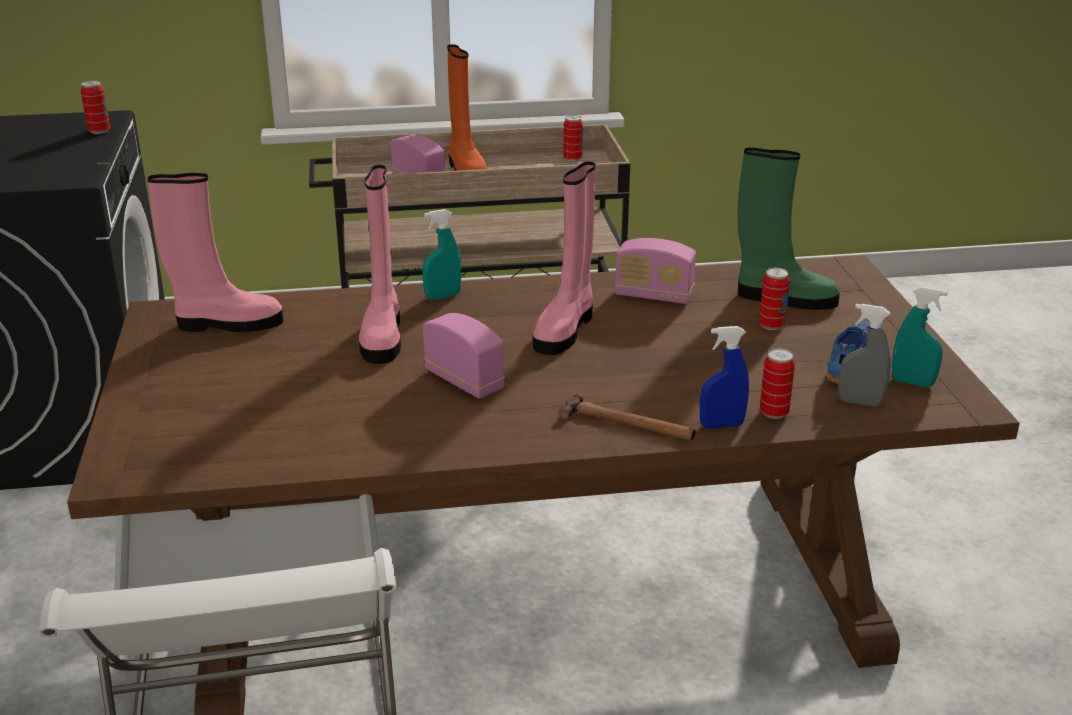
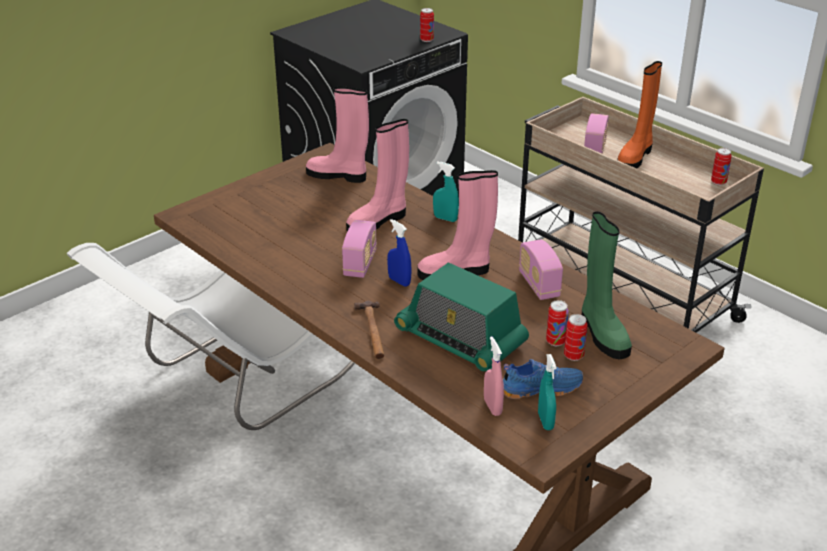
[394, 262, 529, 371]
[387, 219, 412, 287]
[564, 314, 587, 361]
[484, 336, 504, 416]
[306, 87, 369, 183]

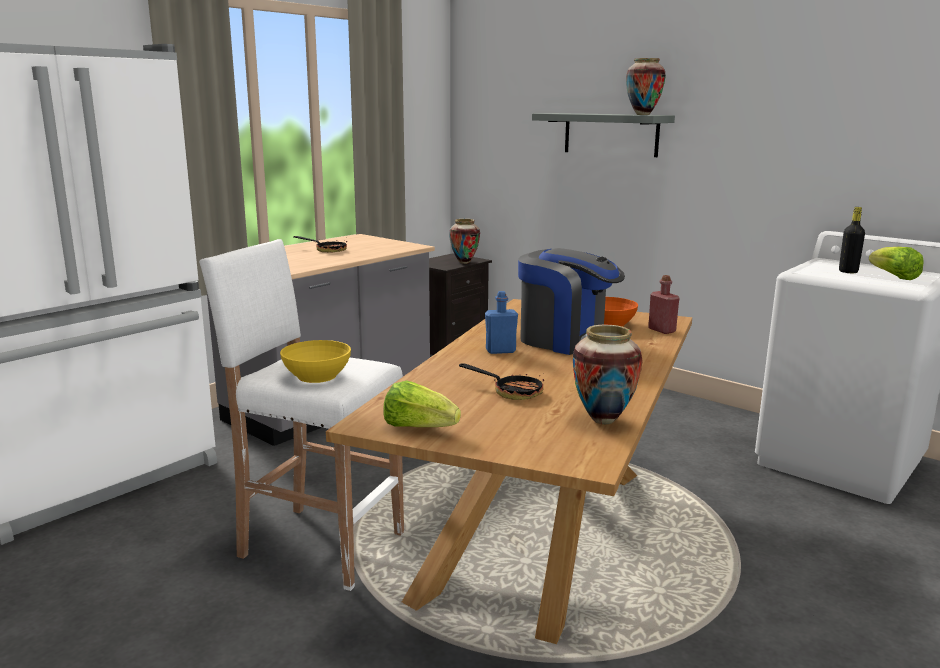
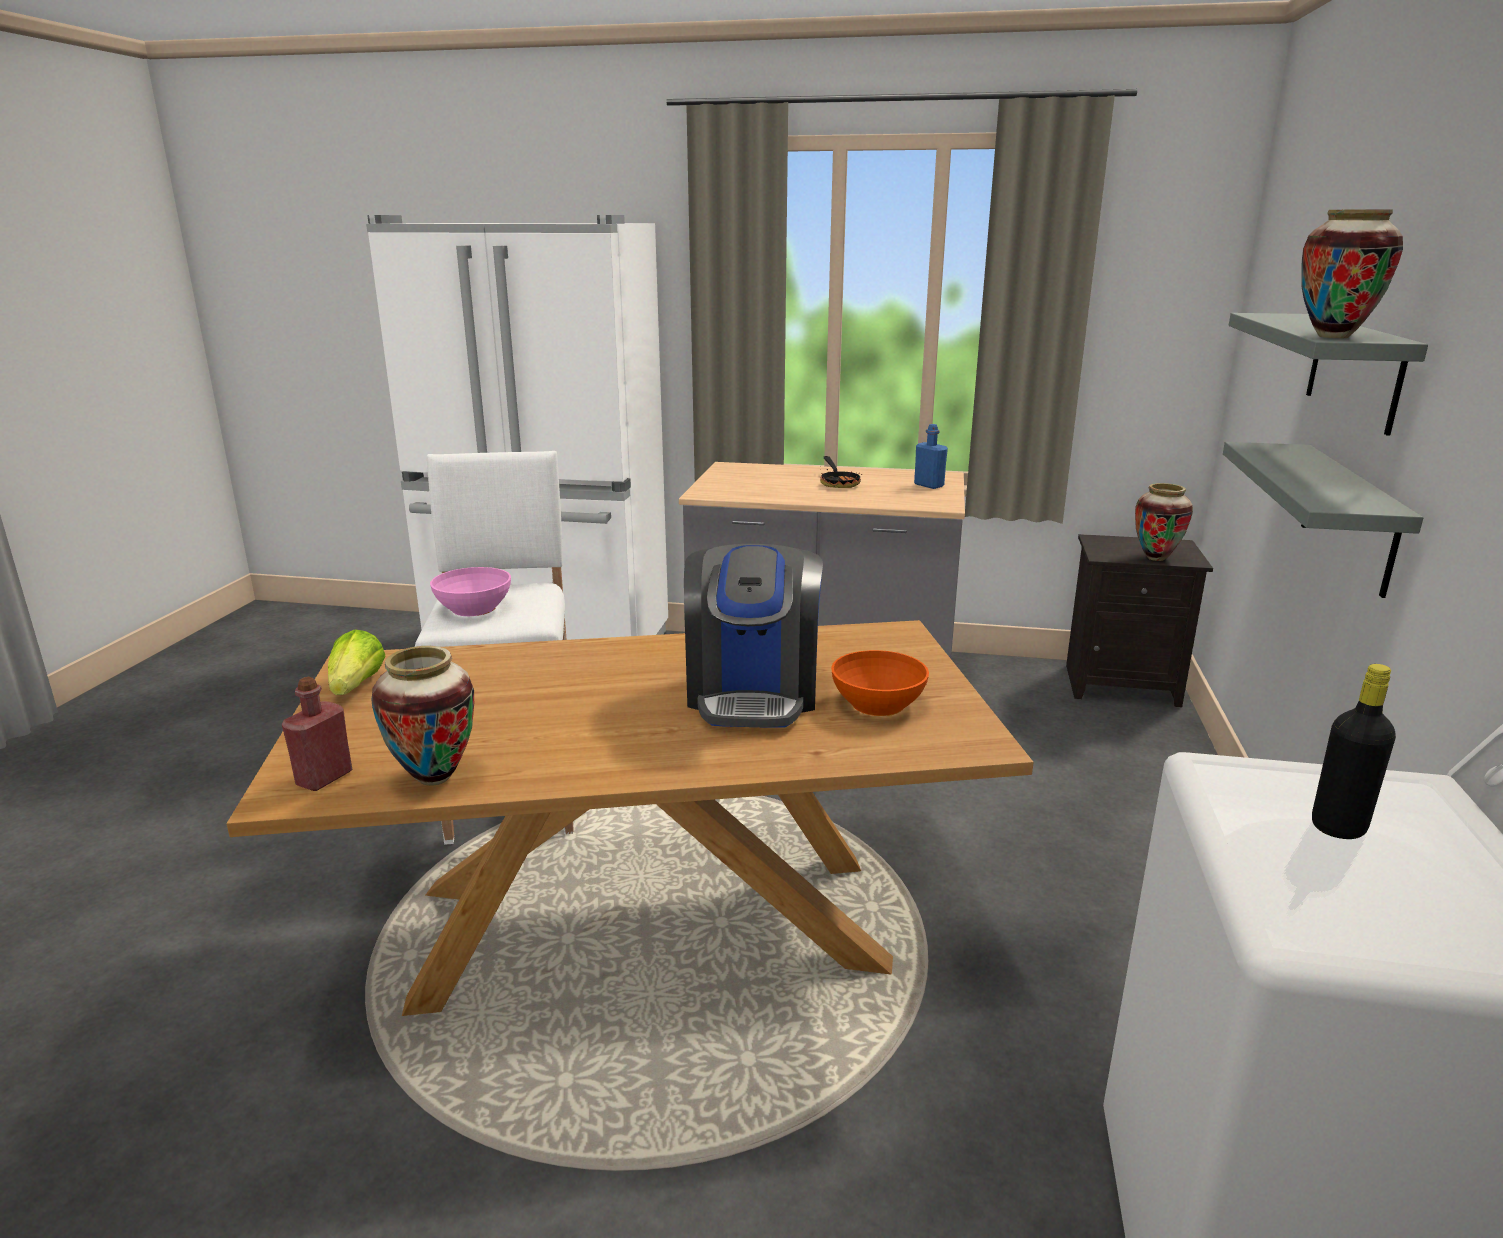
[459, 363, 544, 400] (first image)
[869, 247, 924, 280] (first image)
[1223, 442, 1423, 598]
[914, 424, 948, 489]
[282, 677, 352, 791]
[430, 567, 511, 616]

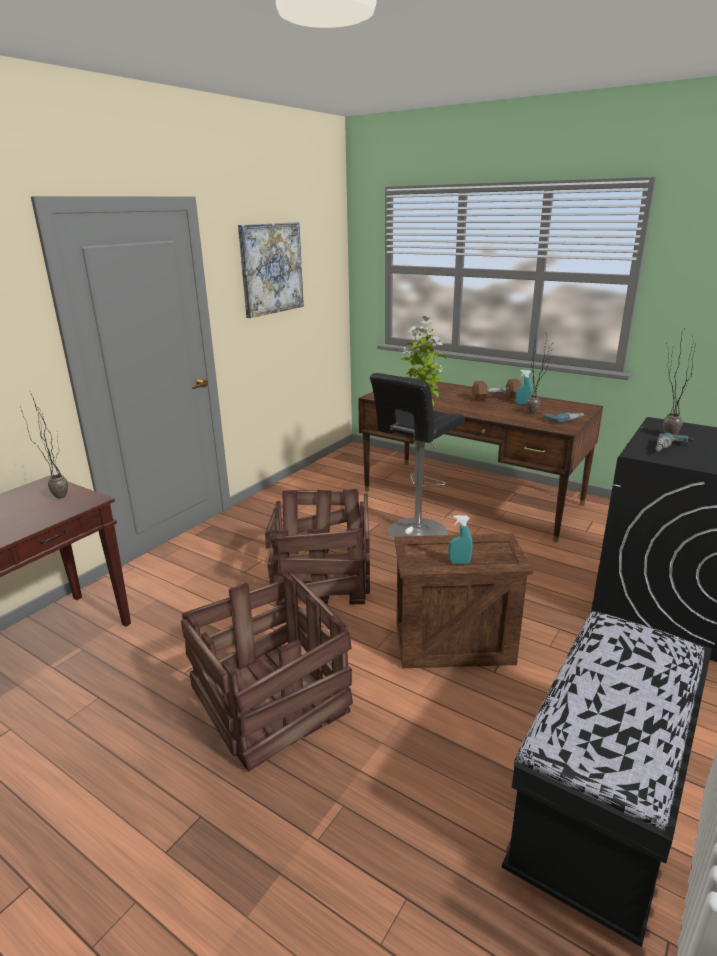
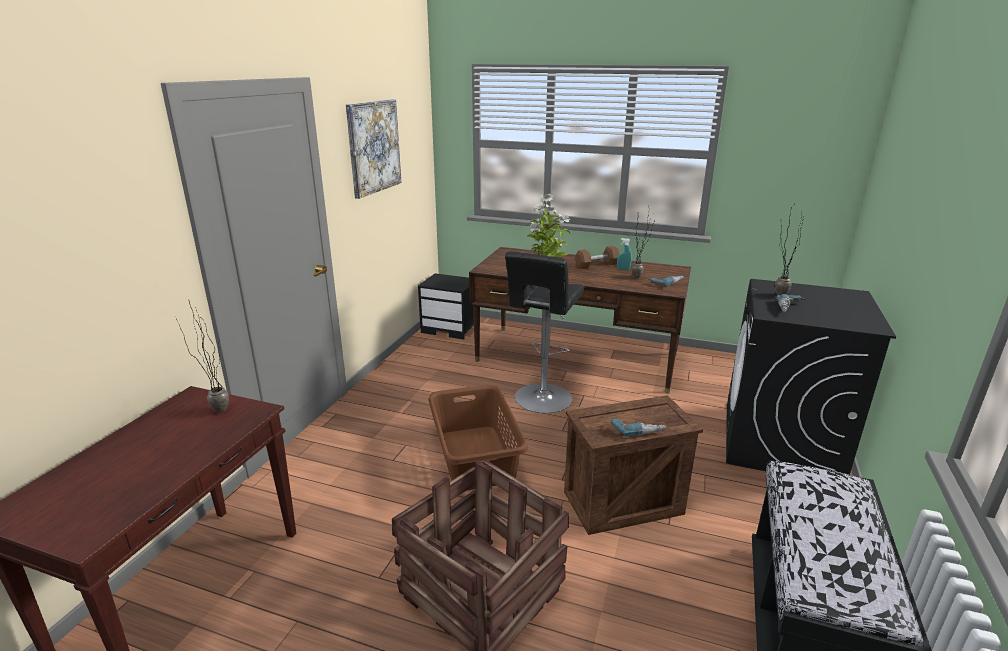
[418, 273, 474, 340]
[429, 385, 528, 491]
[611, 417, 667, 437]

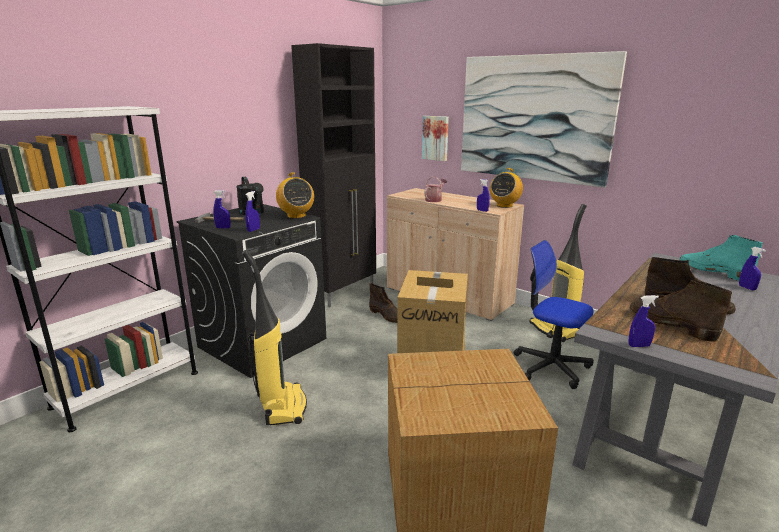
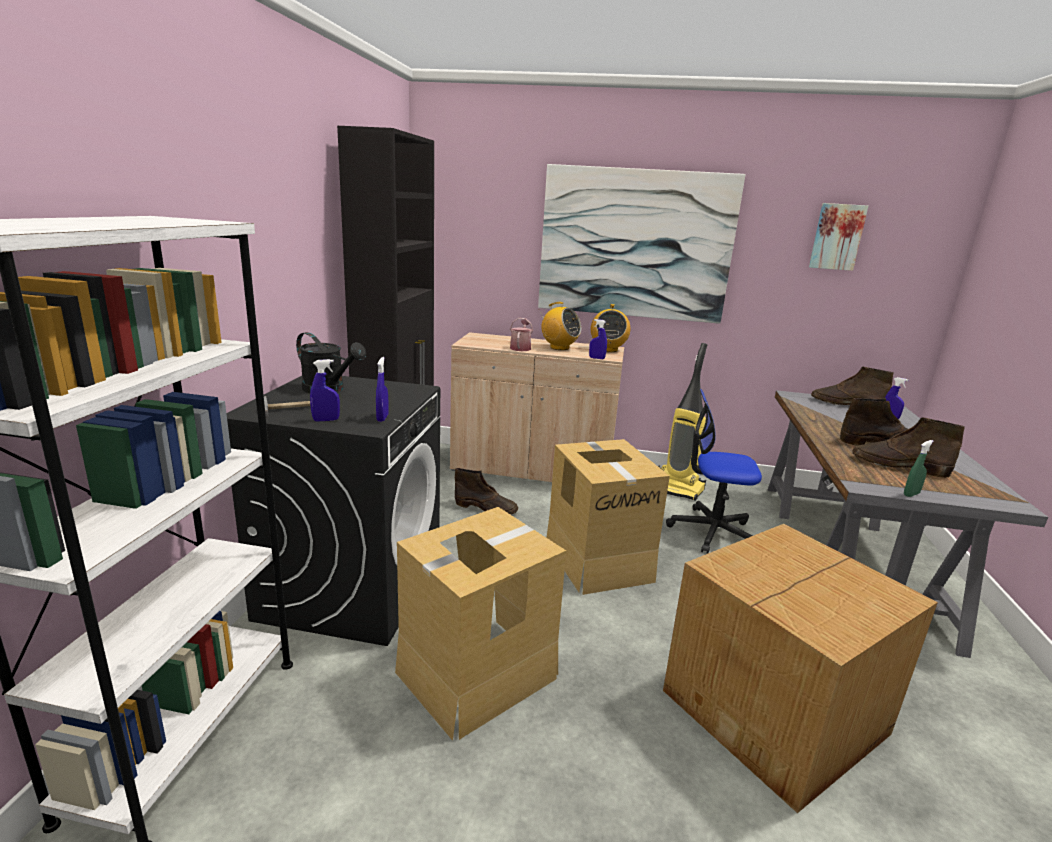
[540, 302, 581, 350]
[809, 203, 868, 271]
[395, 507, 566, 741]
[904, 440, 934, 497]
[811, 367, 894, 405]

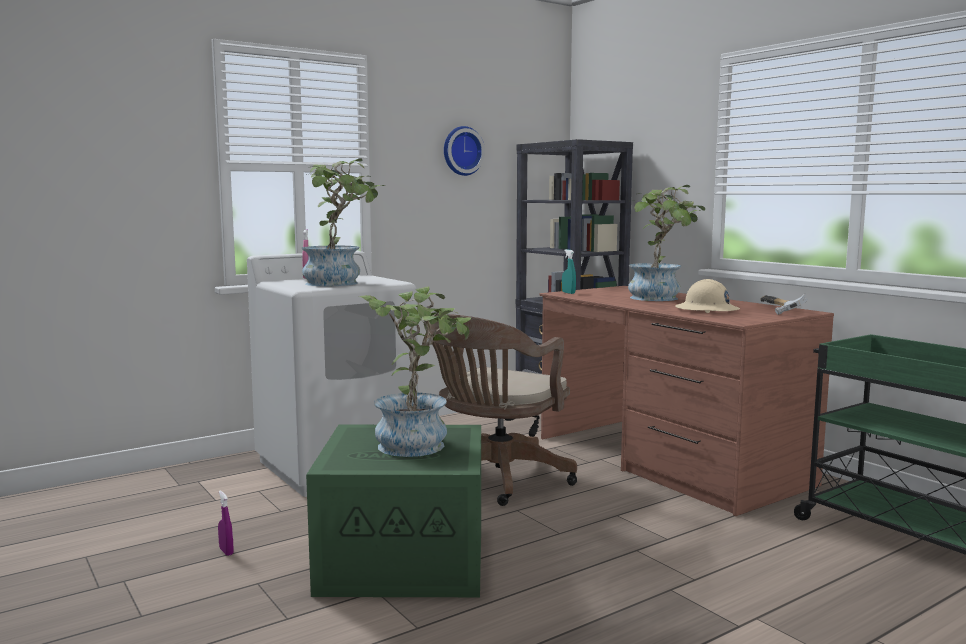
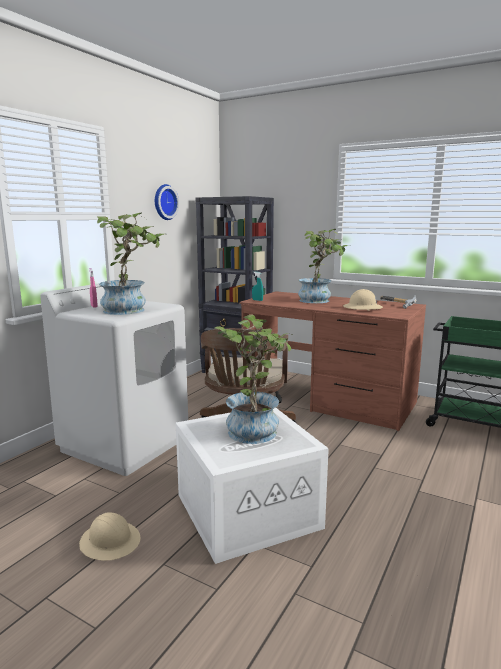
[79, 513, 140, 561]
[176, 408, 329, 564]

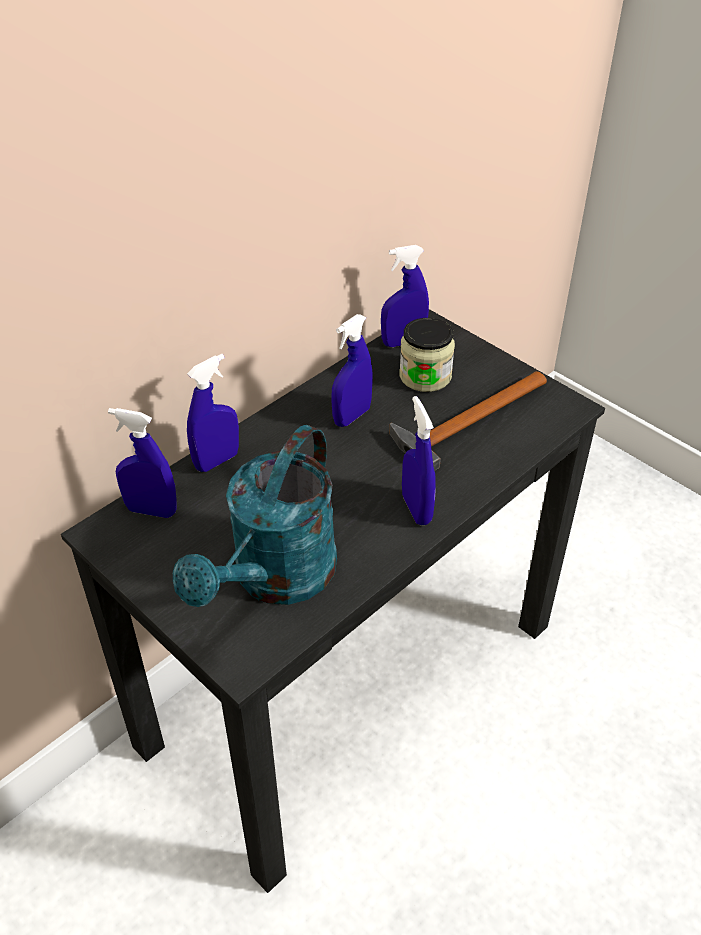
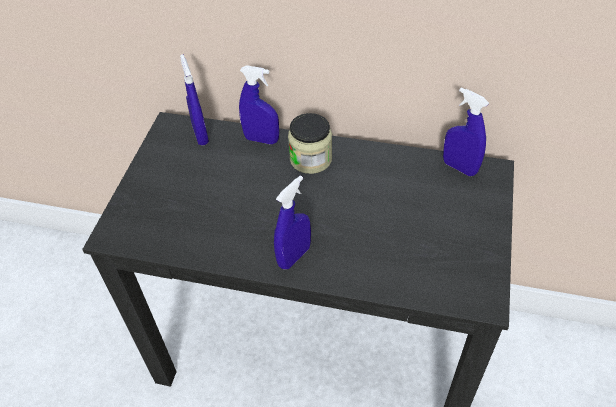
[173, 425, 337, 607] (first image)
[331, 314, 373, 427] (first image)
[390, 371, 547, 471] (first image)
[288, 113, 332, 174]

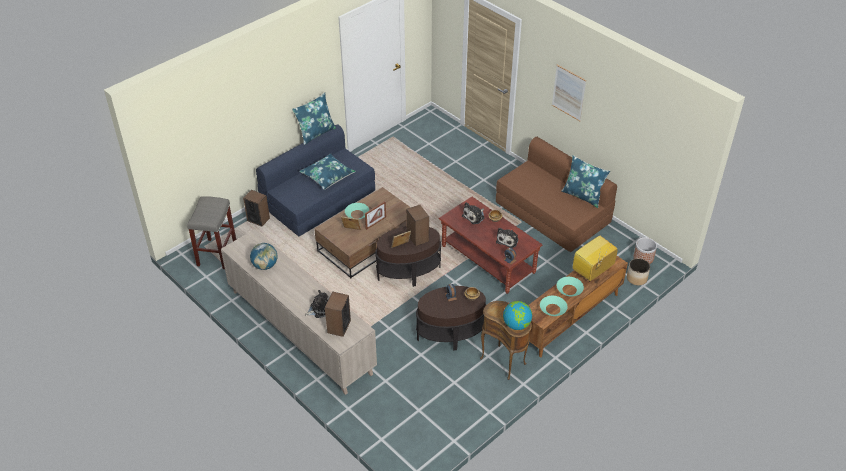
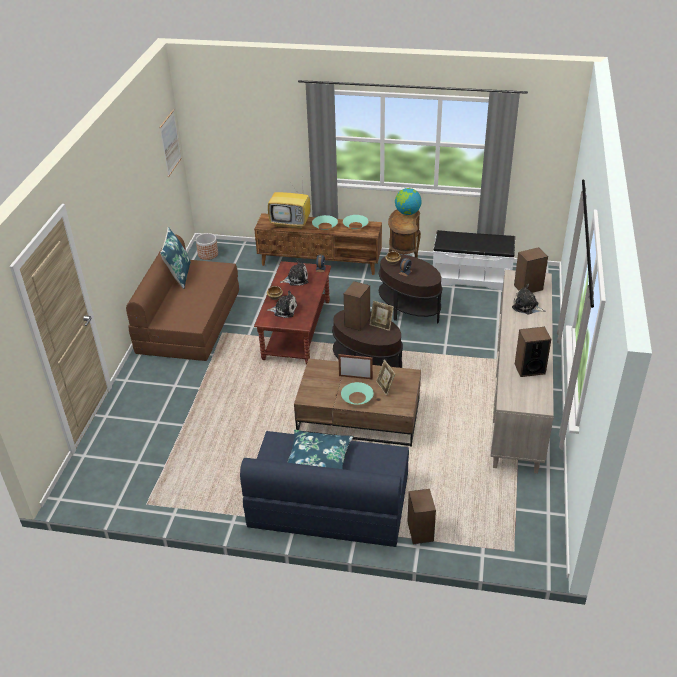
[187, 196, 236, 269] (first image)
[292, 92, 336, 145] (first image)
[627, 258, 650, 285] (first image)
[433, 230, 515, 290]
[159, 109, 182, 177]
[515, 327, 551, 377]

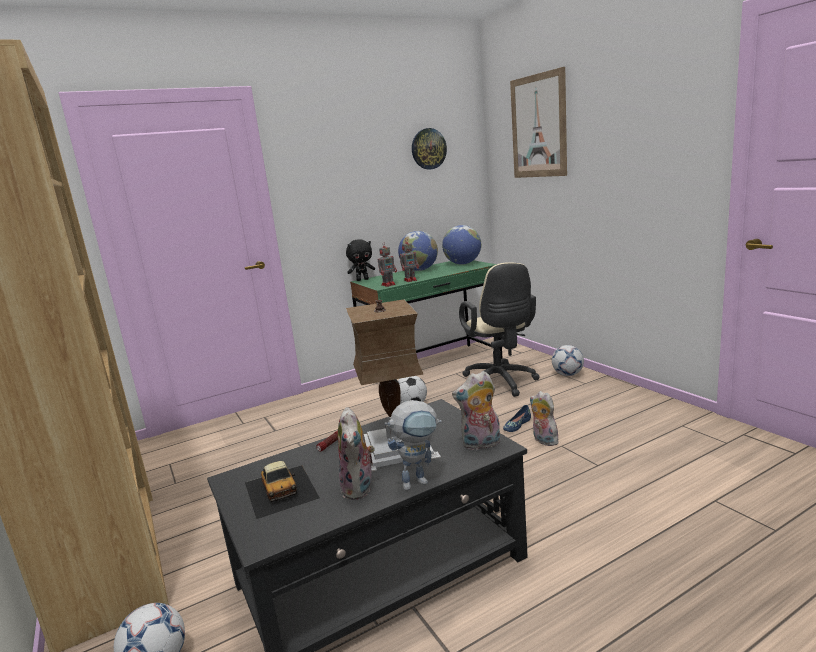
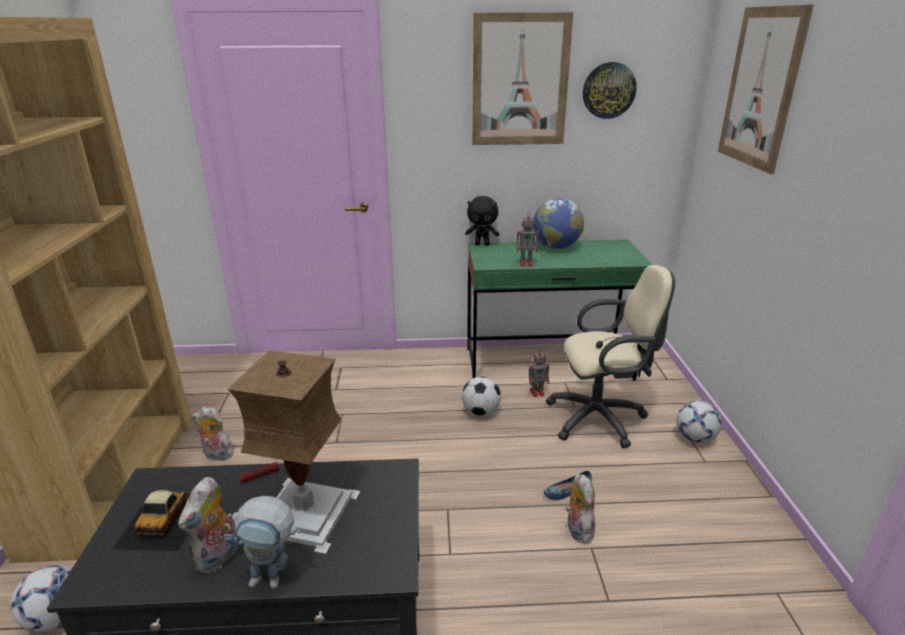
[442, 225, 481, 265] (first image)
[472, 12, 573, 145]
[529, 349, 549, 397]
[192, 407, 235, 461]
[546, 265, 675, 448]

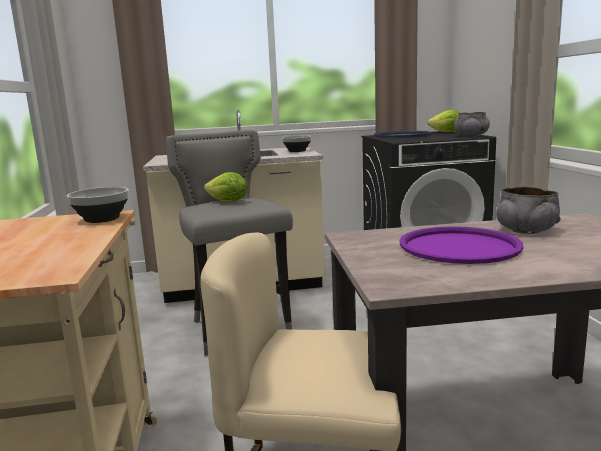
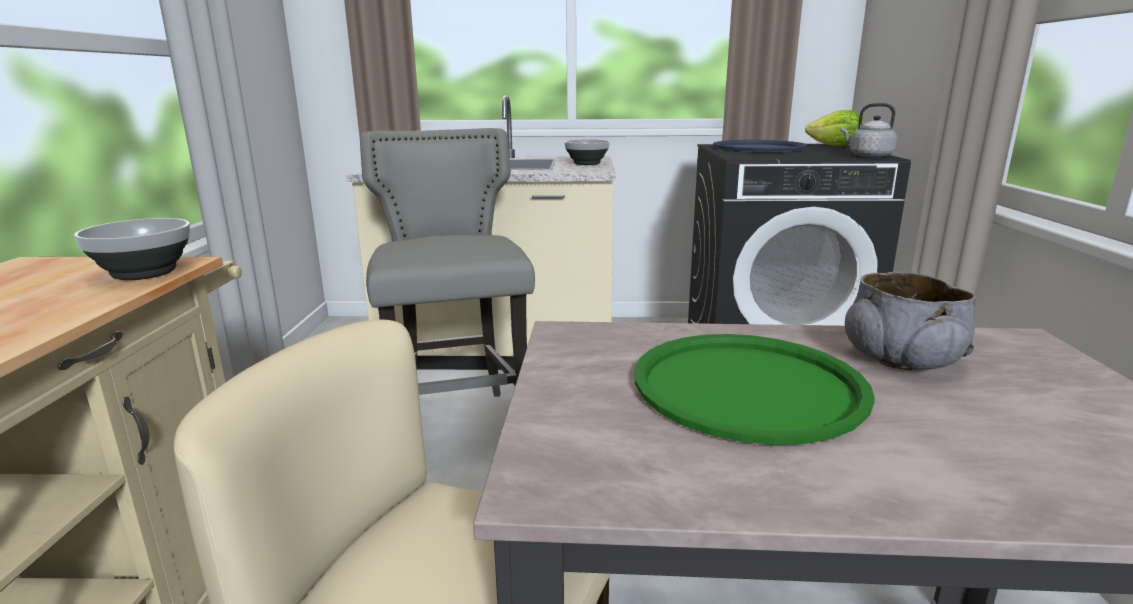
[204, 172, 247, 201] (first image)
[840, 103, 897, 158]
[634, 334, 875, 445]

